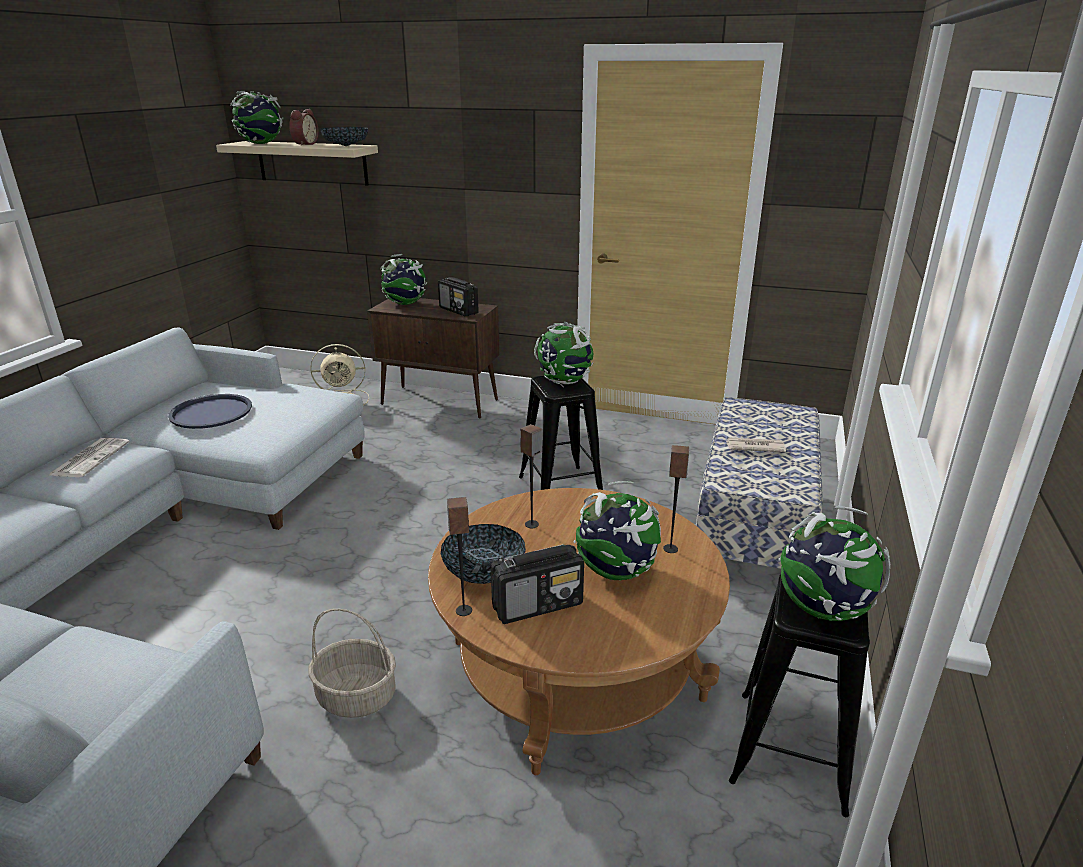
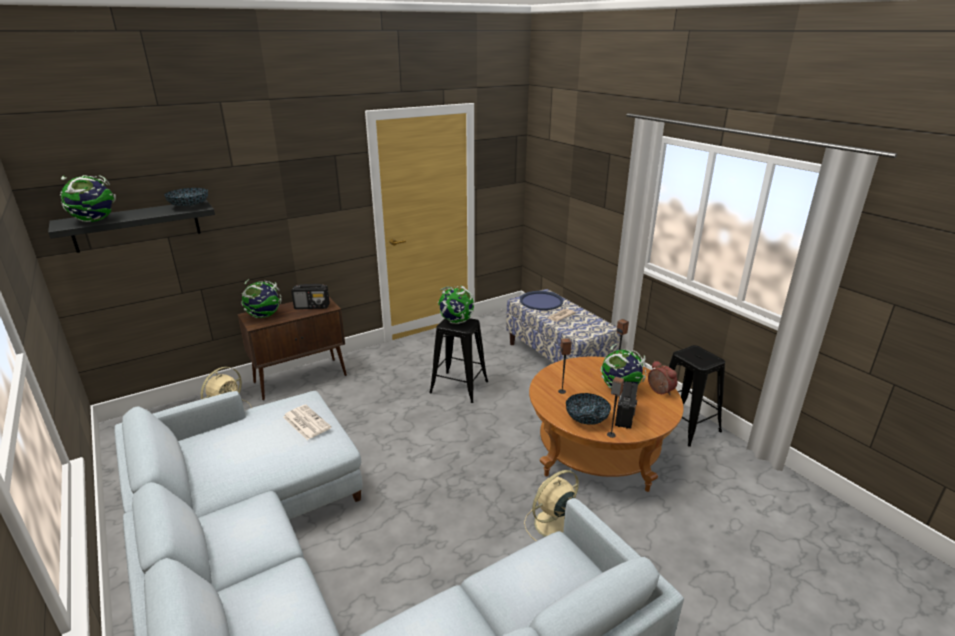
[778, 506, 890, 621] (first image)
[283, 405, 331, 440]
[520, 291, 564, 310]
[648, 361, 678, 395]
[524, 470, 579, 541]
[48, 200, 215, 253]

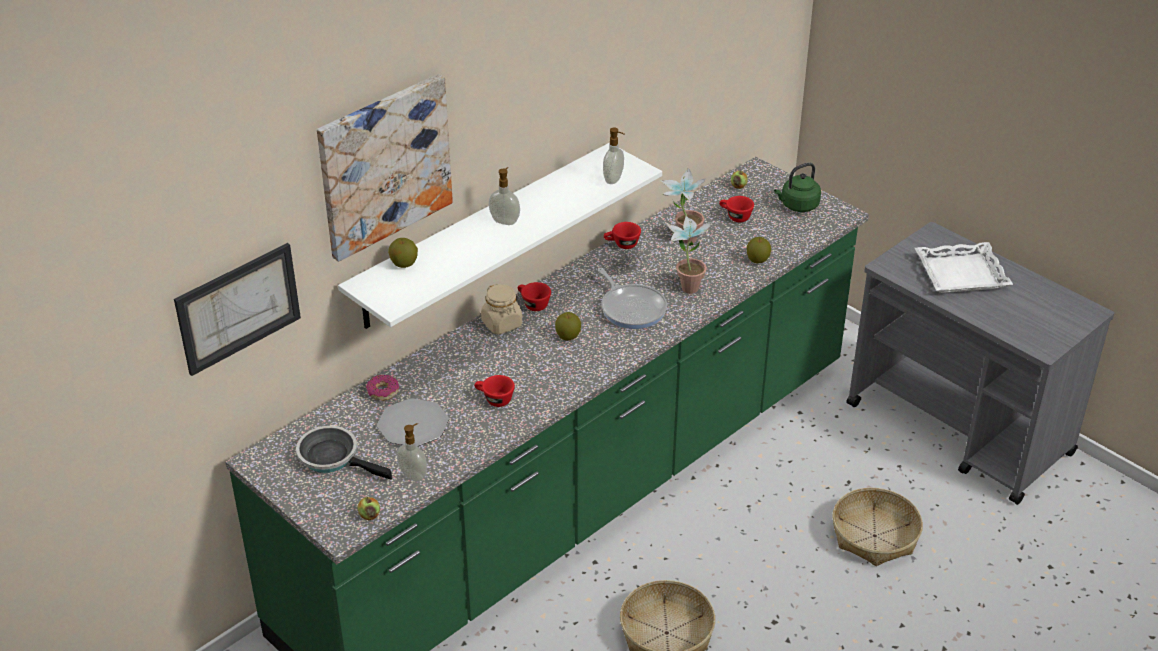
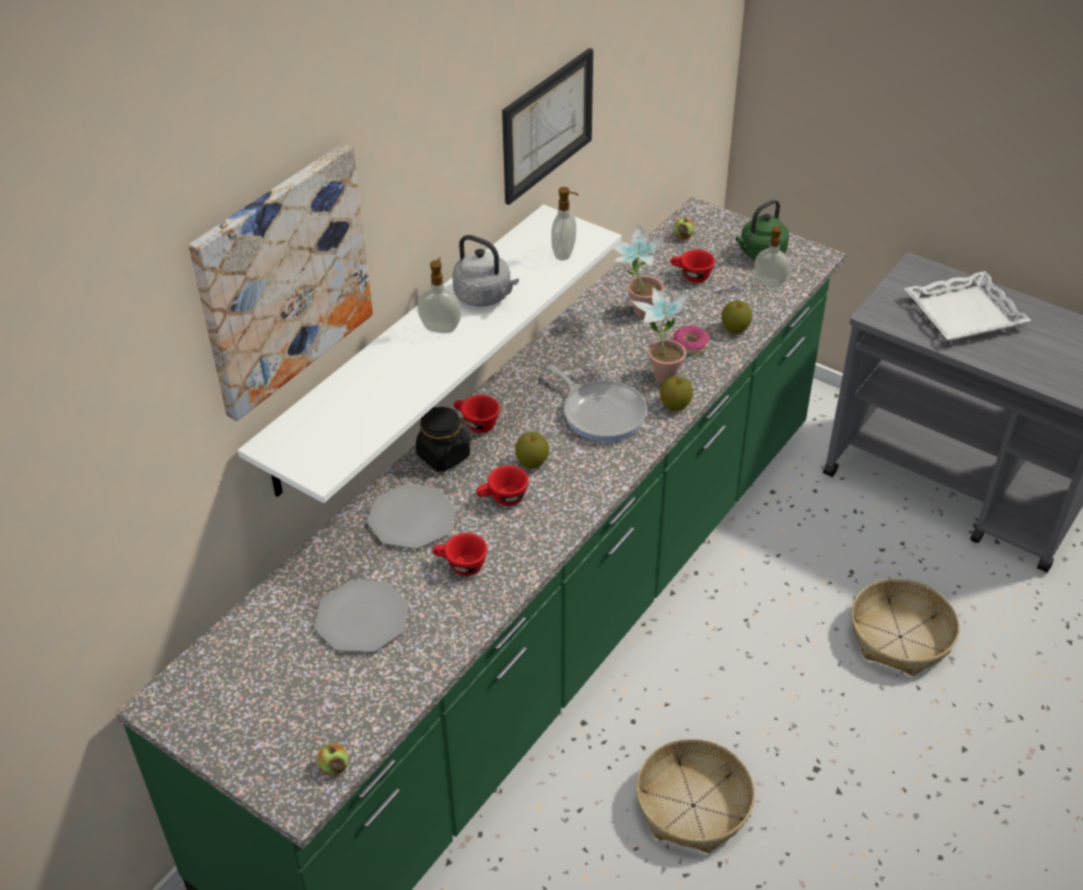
[296, 426, 392, 480] (first image)
[367, 484, 457, 549]
[452, 235, 519, 307]
[502, 48, 593, 205]
[673, 326, 710, 354]
[660, 376, 694, 411]
[754, 225, 790, 287]
[476, 465, 529, 506]
[416, 407, 470, 472]

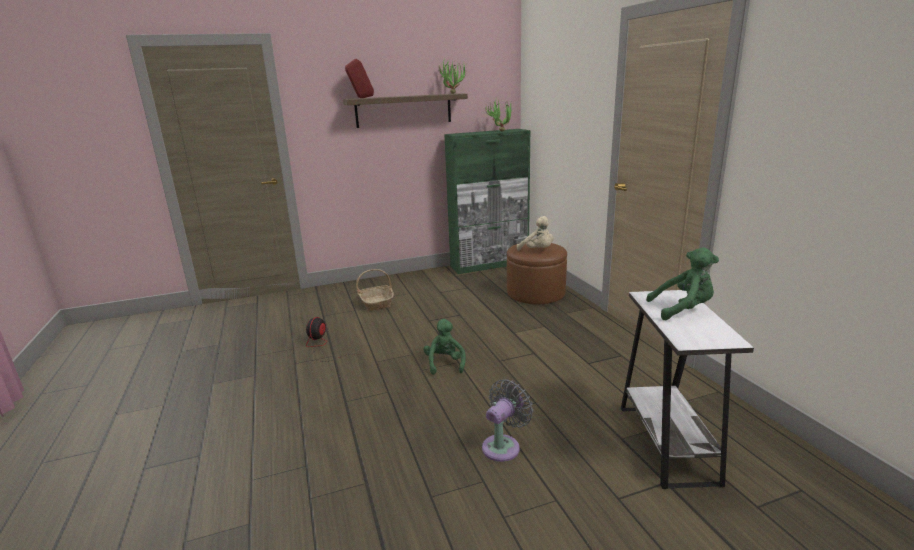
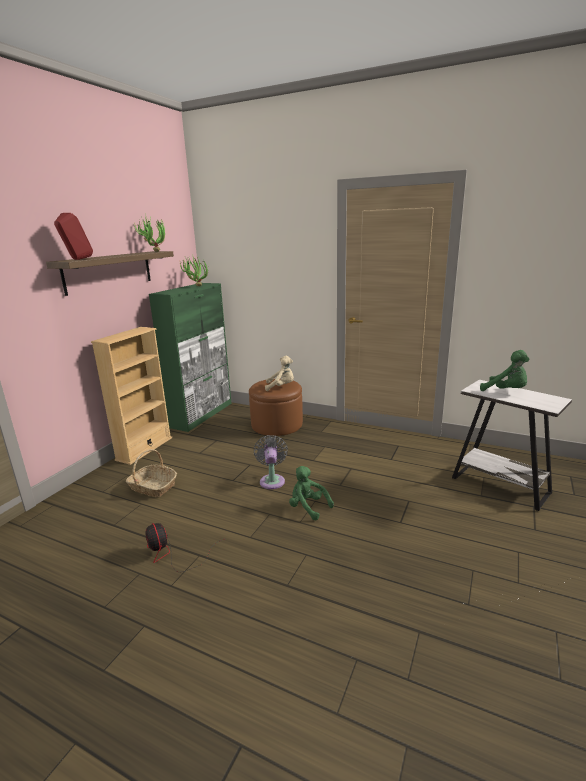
[91, 327, 172, 465]
[254, 435, 288, 489]
[480, 350, 530, 391]

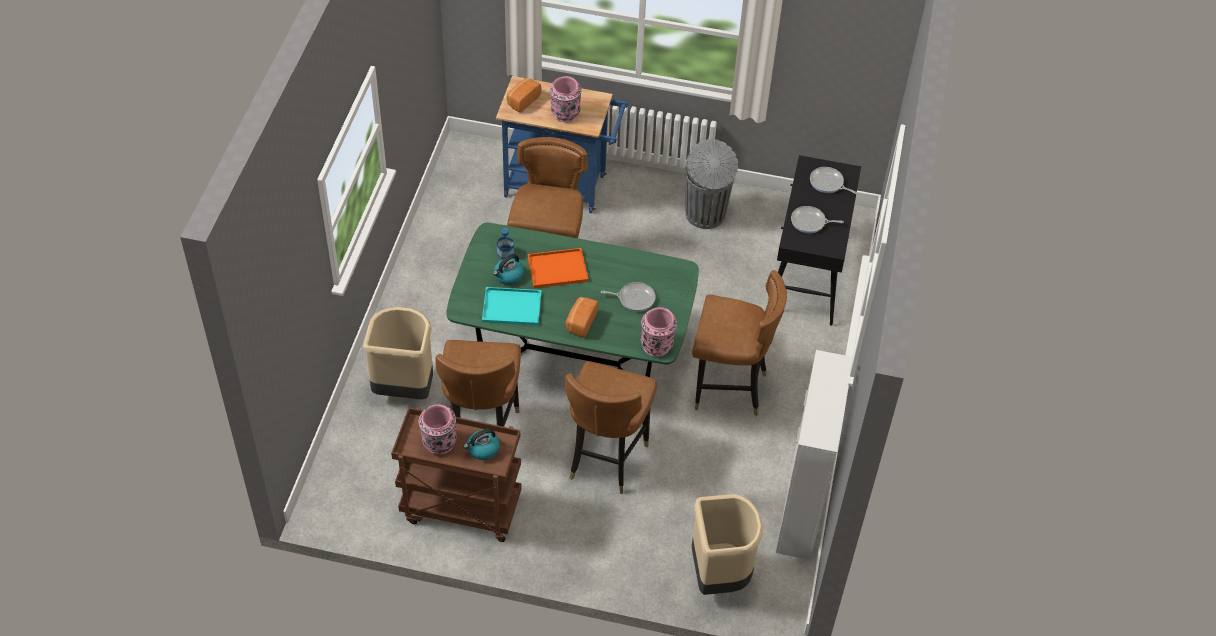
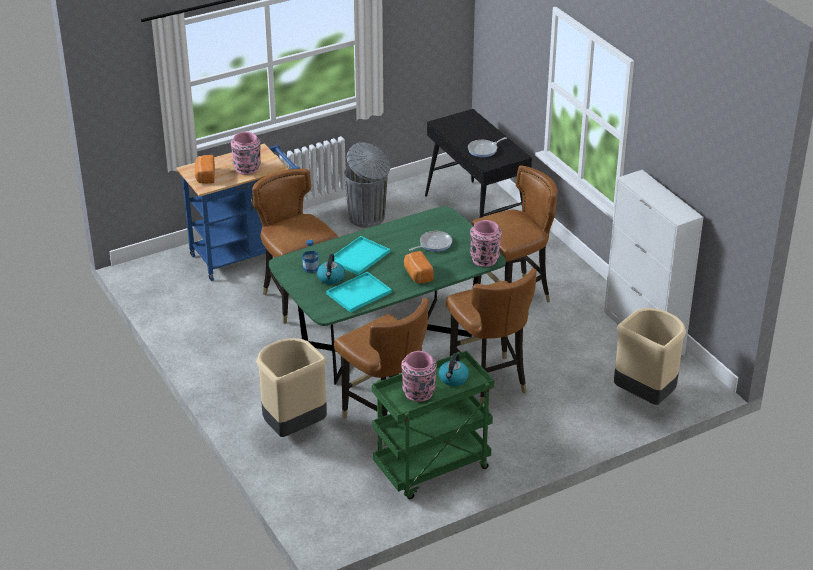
[810, 167, 857, 194] (first image)
[372, 351, 494, 499]
[334, 236, 390, 275]

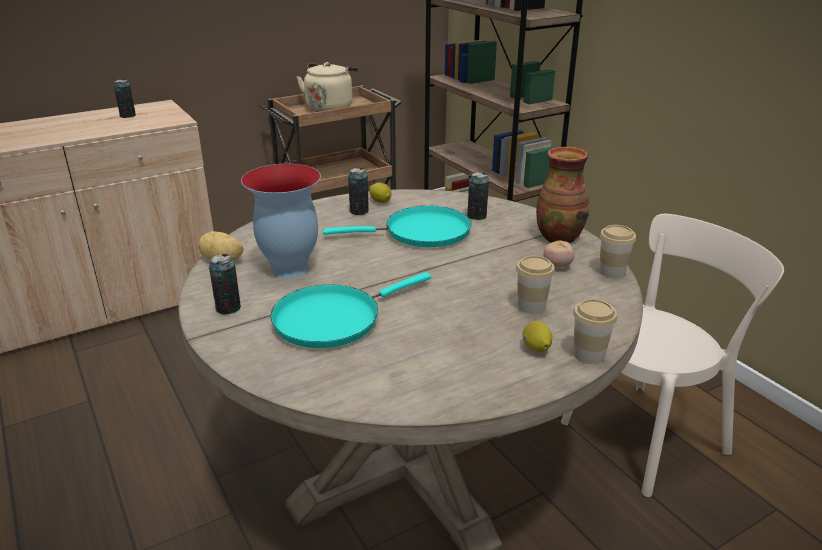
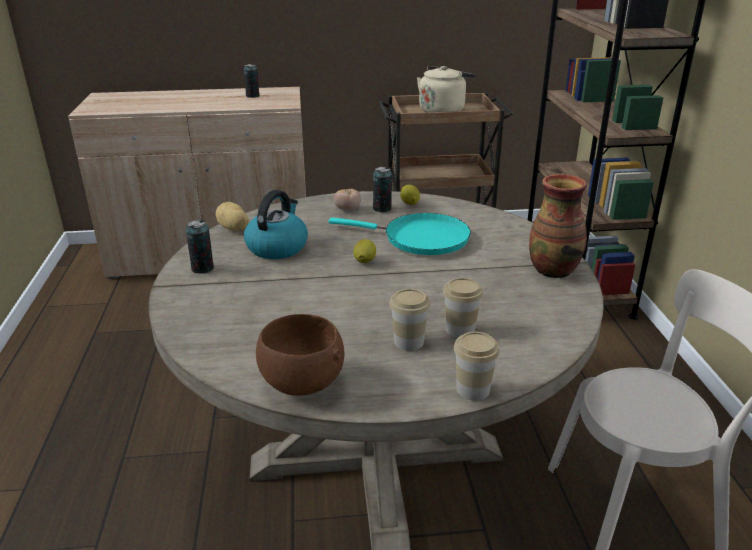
[270, 272, 431, 348] (first image)
[467, 172, 489, 220] (first image)
[256, 314, 344, 396]
[353, 239, 376, 263]
[334, 189, 361, 211]
[389, 289, 430, 351]
[244, 190, 308, 259]

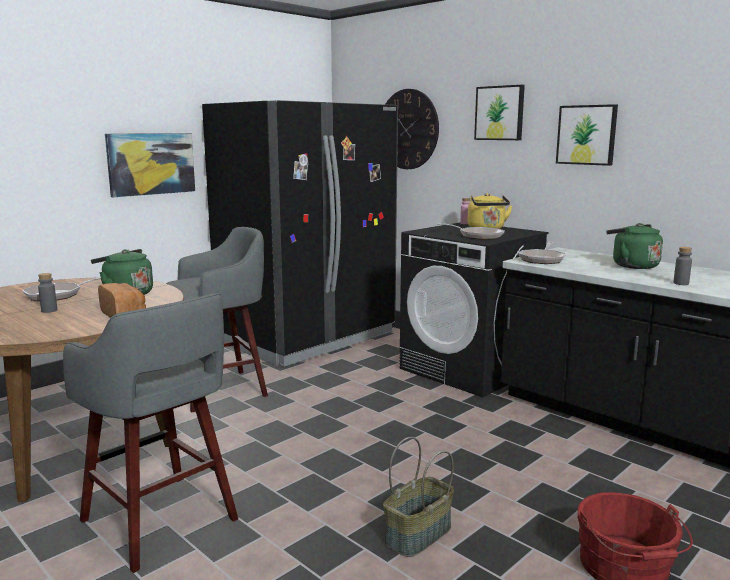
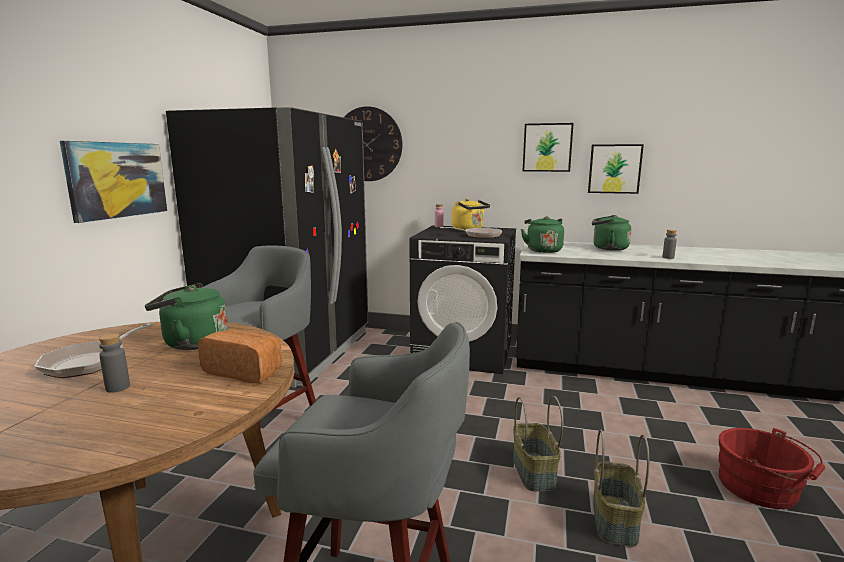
[513, 396, 563, 492]
[588, 144, 644, 194]
[521, 216, 564, 253]

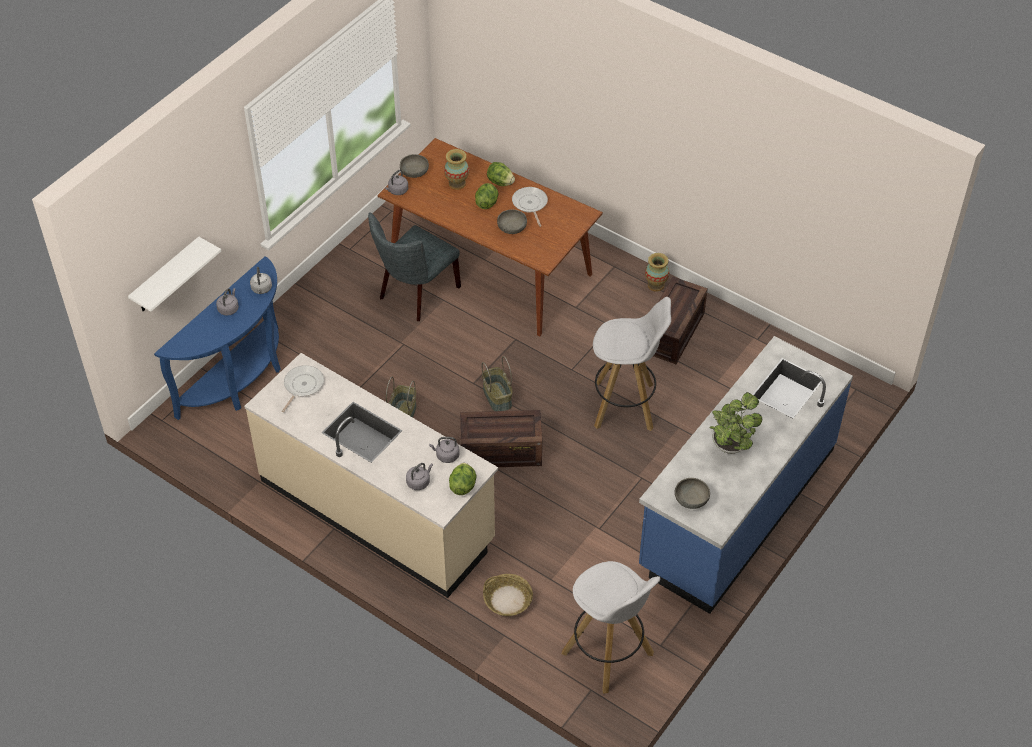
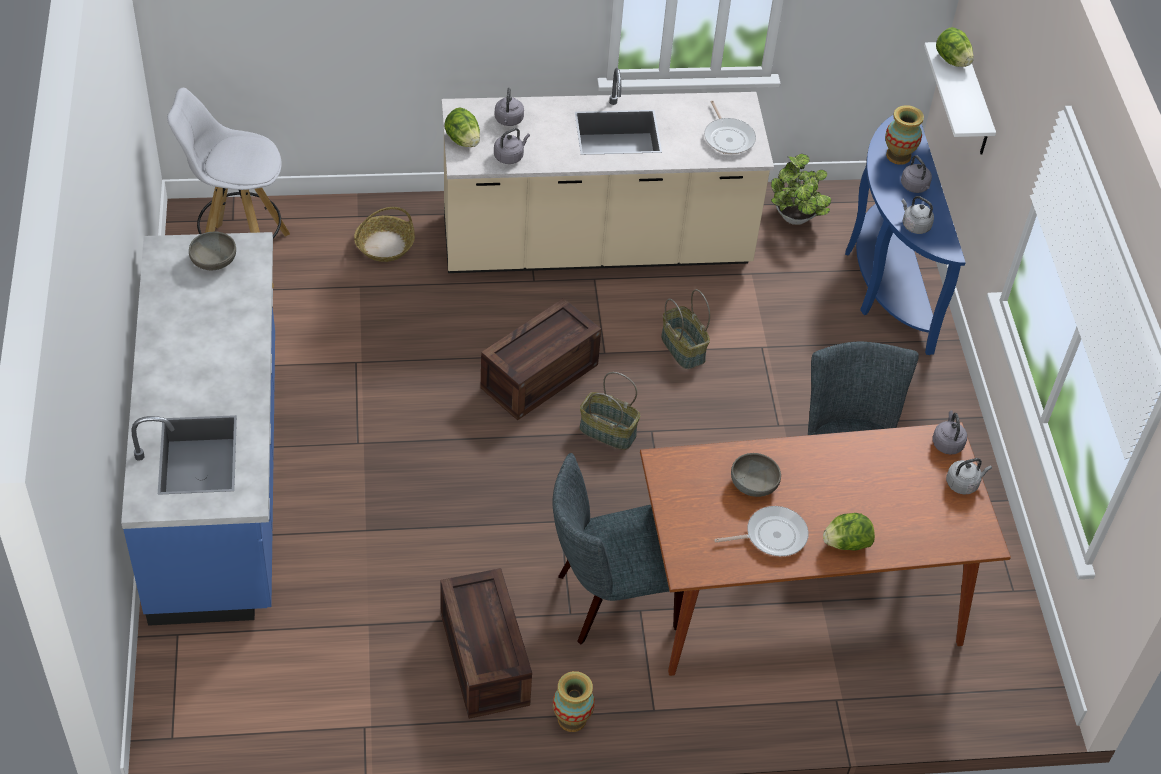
[593, 297, 671, 431] (first image)
[552, 453, 684, 644]
[885, 105, 924, 165]
[936, 27, 974, 67]
[771, 154, 831, 225]
[946, 458, 992, 495]
[714, 506, 809, 556]

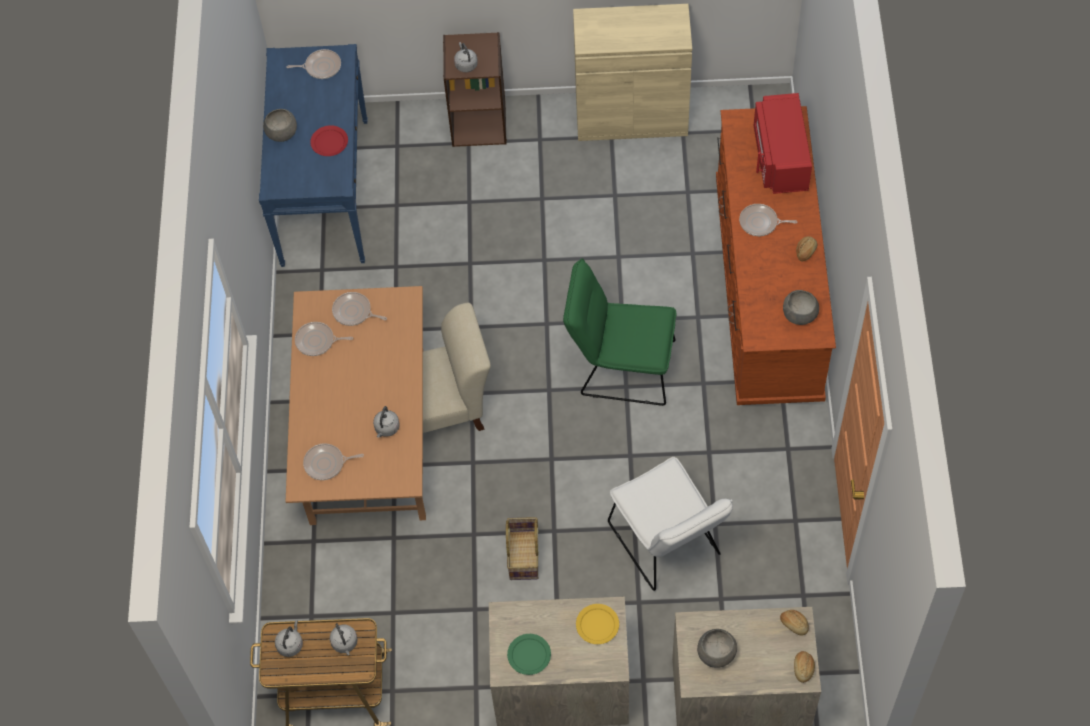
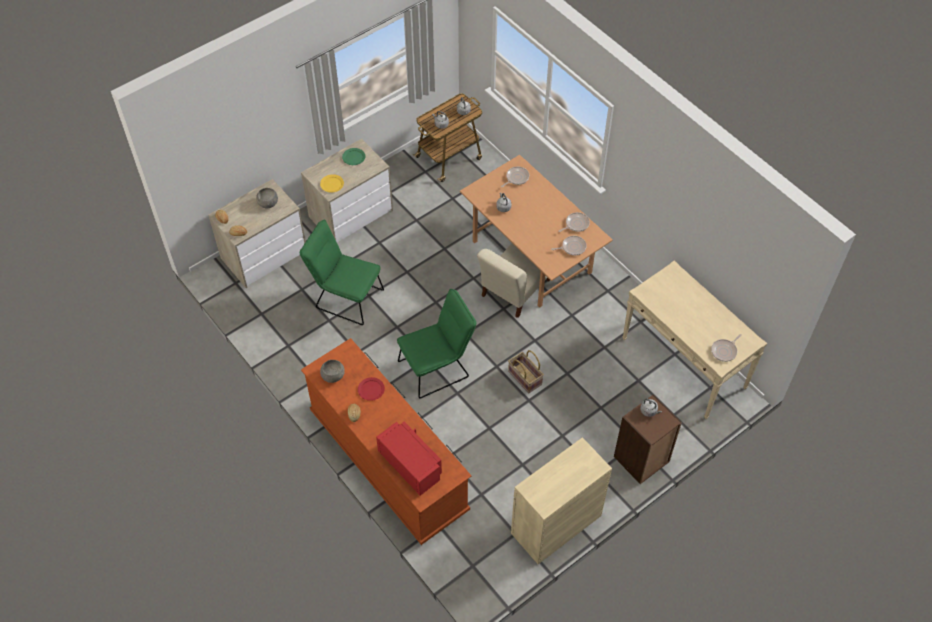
[263, 109, 297, 142] (first image)
[739, 204, 797, 236] (first image)
[358, 377, 385, 401]
[508, 350, 544, 393]
[623, 260, 767, 419]
[300, 220, 384, 325]

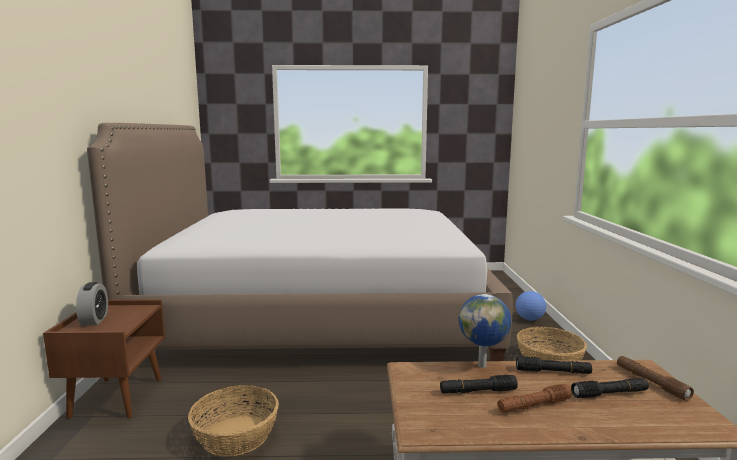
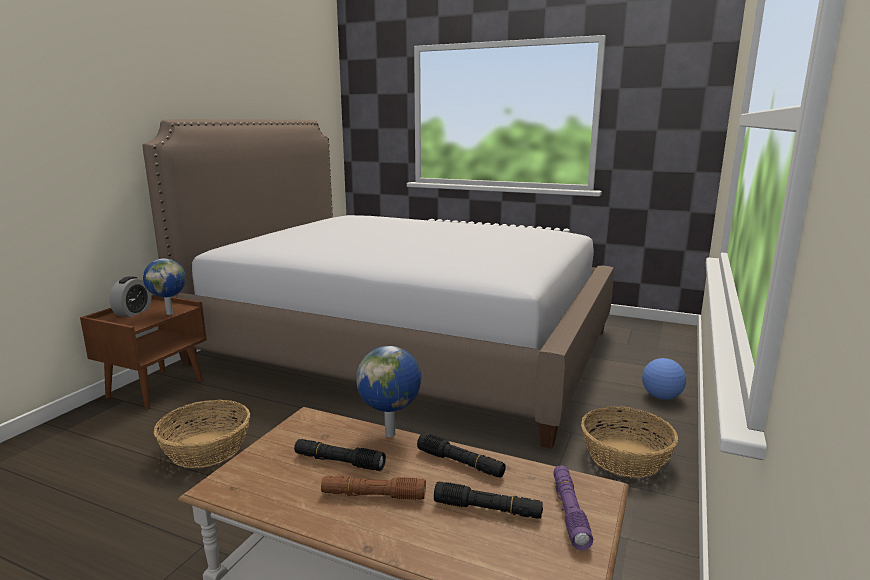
[143, 259, 186, 315]
[553, 465, 594, 550]

